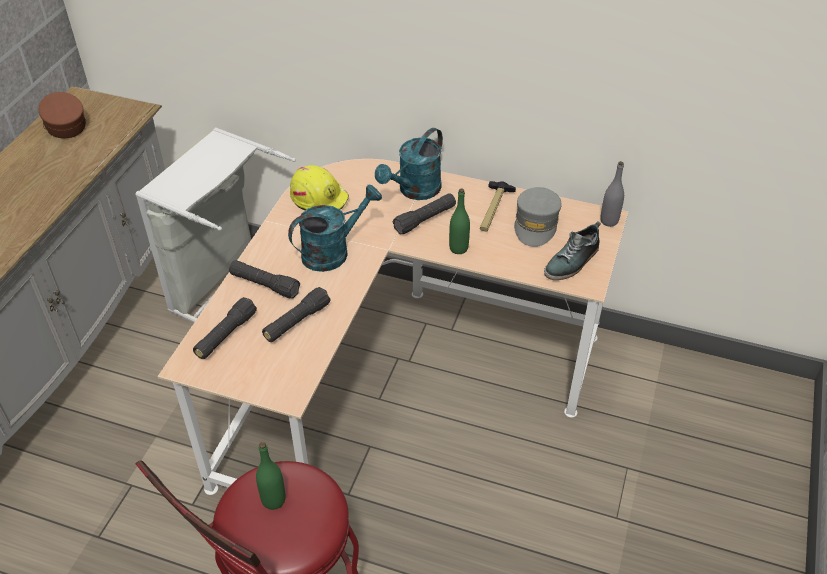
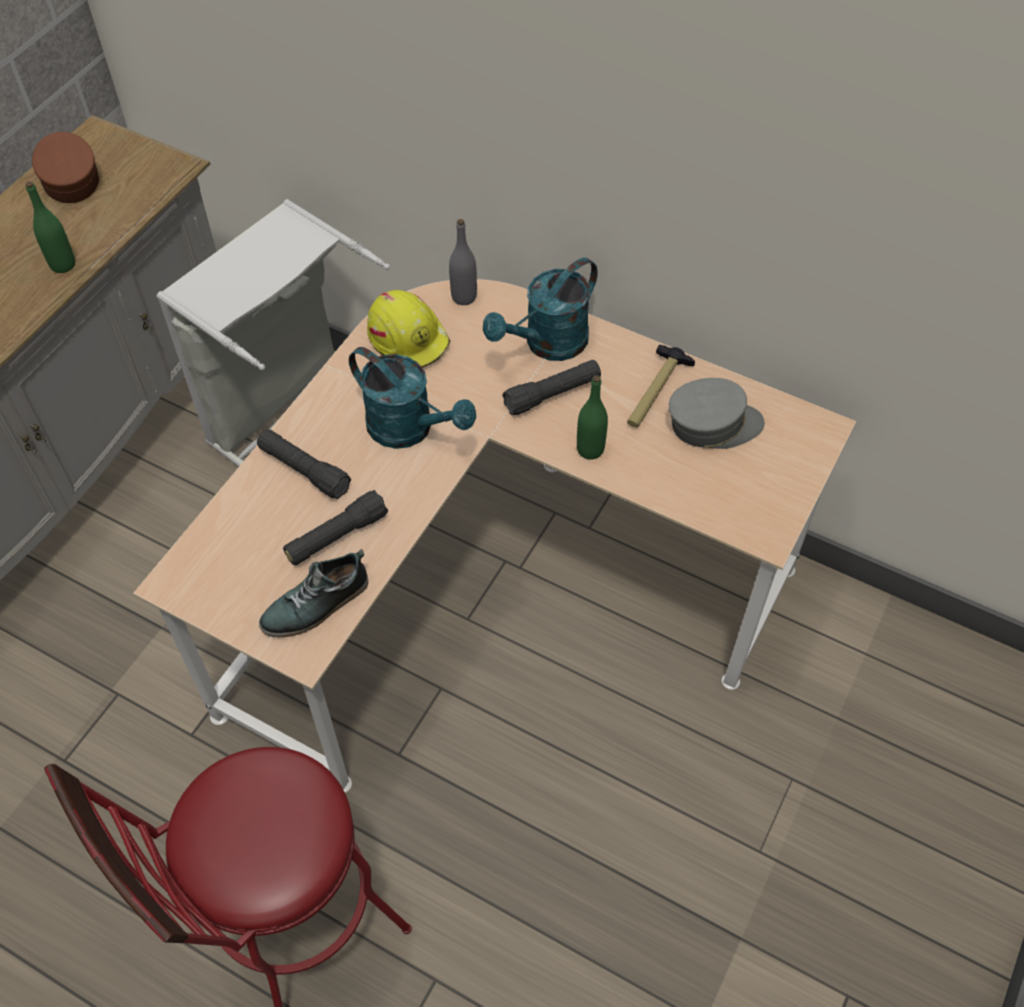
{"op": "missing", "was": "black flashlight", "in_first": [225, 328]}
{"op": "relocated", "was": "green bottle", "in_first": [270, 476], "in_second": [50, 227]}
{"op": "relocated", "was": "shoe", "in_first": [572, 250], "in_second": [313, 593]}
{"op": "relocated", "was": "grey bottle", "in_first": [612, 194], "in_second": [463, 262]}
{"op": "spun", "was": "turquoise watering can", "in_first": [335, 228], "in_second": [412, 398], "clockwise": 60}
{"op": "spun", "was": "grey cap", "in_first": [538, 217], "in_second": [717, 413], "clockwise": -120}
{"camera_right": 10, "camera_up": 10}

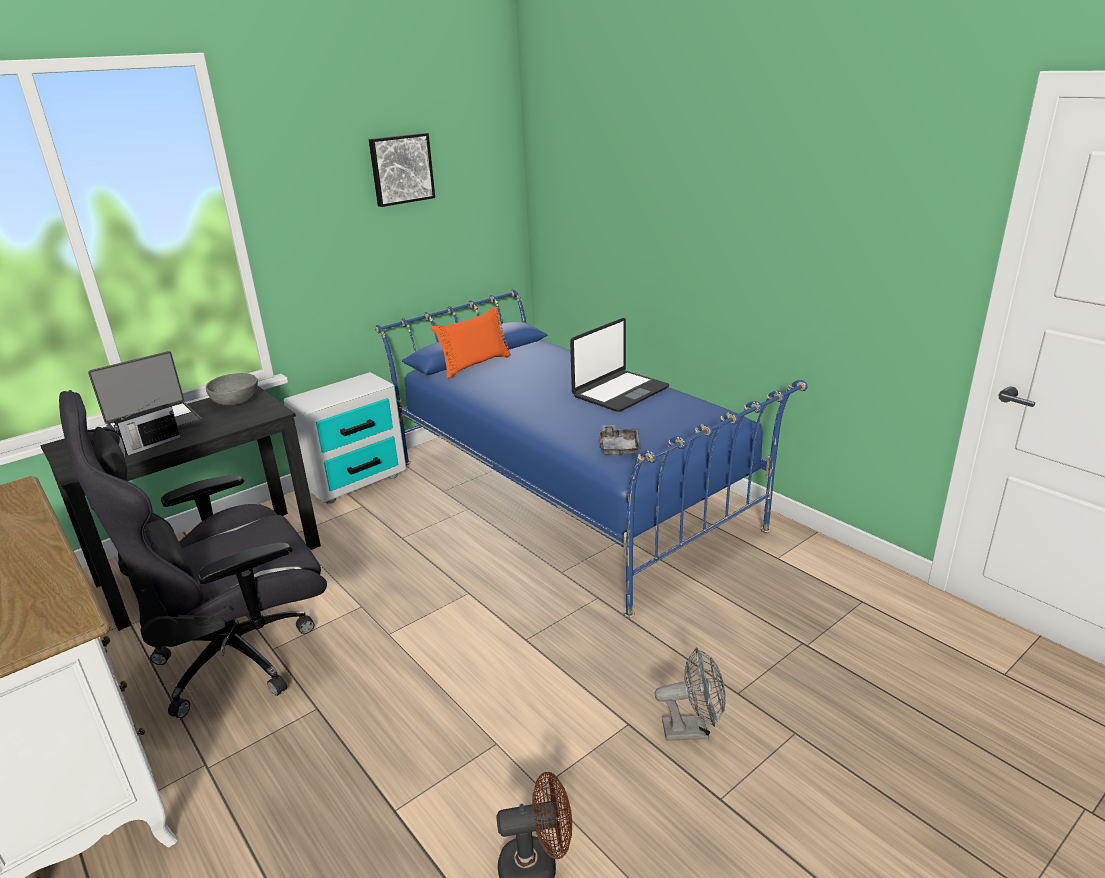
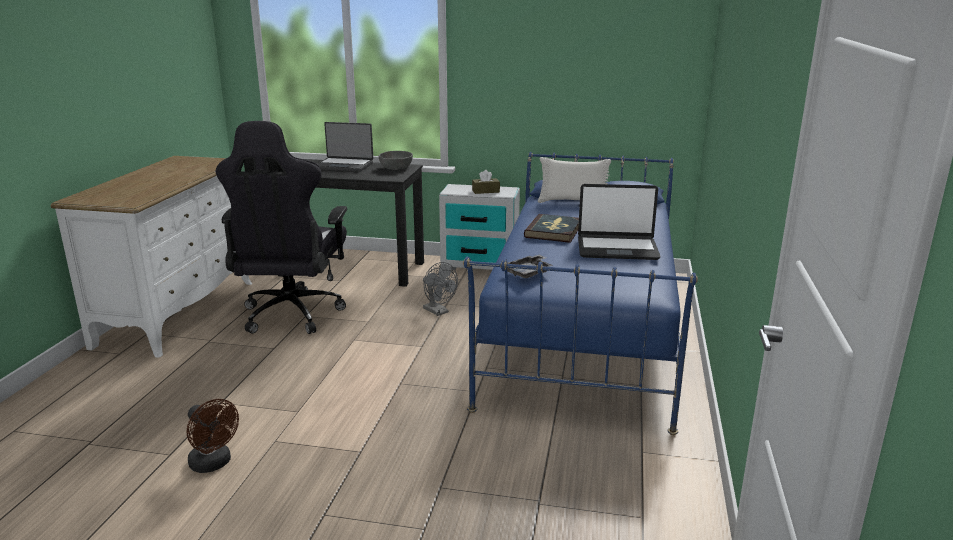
{"op": "missing", "was": "radio", "in_first": [147, 427]}
{"op": "missing", "was": "picture", "in_first": [402, 170]}
{"op": "appeared", "now": "brown tissue box", "in_second": [486, 182]}
{"op": "appeared", "now": "book", "in_second": [551, 228]}
{"op": "relocated", "was": "grey fan", "in_first": [690, 694], "in_second": [440, 289]}
{"op": "colour", "was": "orange pillow", "now": "white pillow", "in_first": [471, 343], "in_second": [574, 180]}
{"op": "spun", "was": "black office chair", "in_first": [193, 554], "in_second": [281, 227], "clockwise": -105}
{"camera_right": 50, "camera_up": -5}

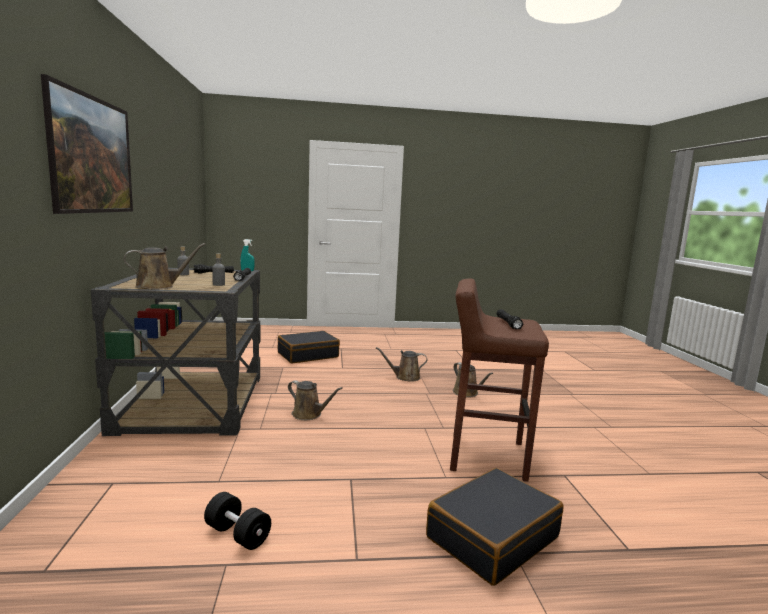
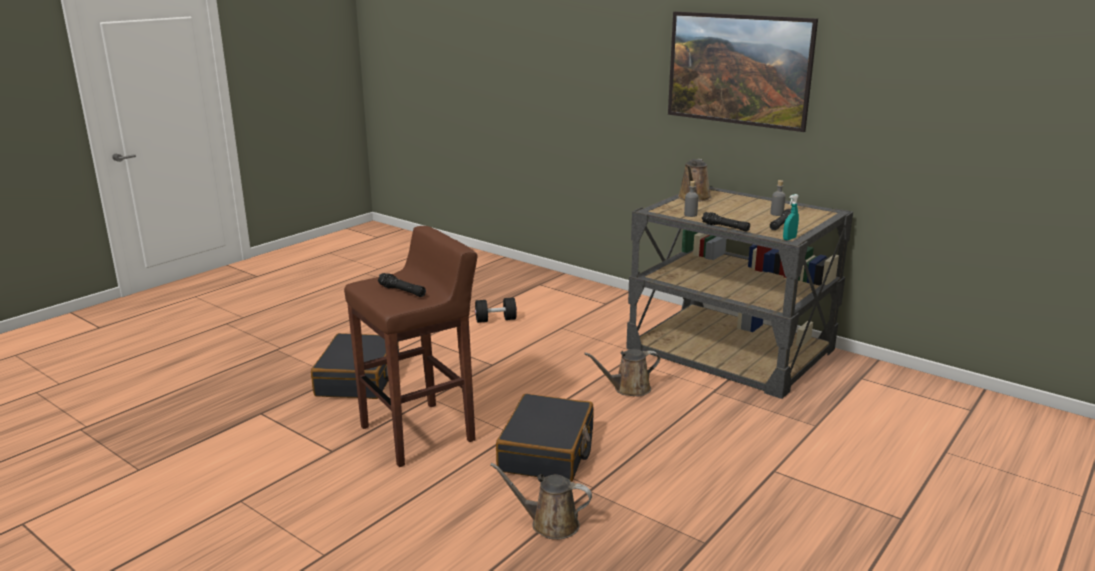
{"op": "missing", "was": "brown watering can", "in_first": [401, 364]}
{"op": "relocated", "was": "black suitcase", "in_first": [309, 347], "in_second": [545, 438]}
{"camera_right": 135, "camera_up": 10}

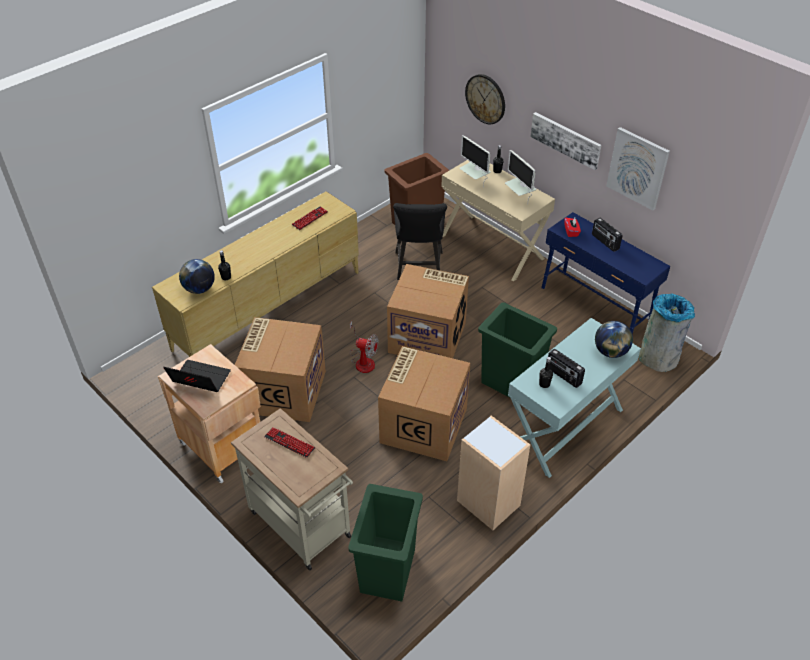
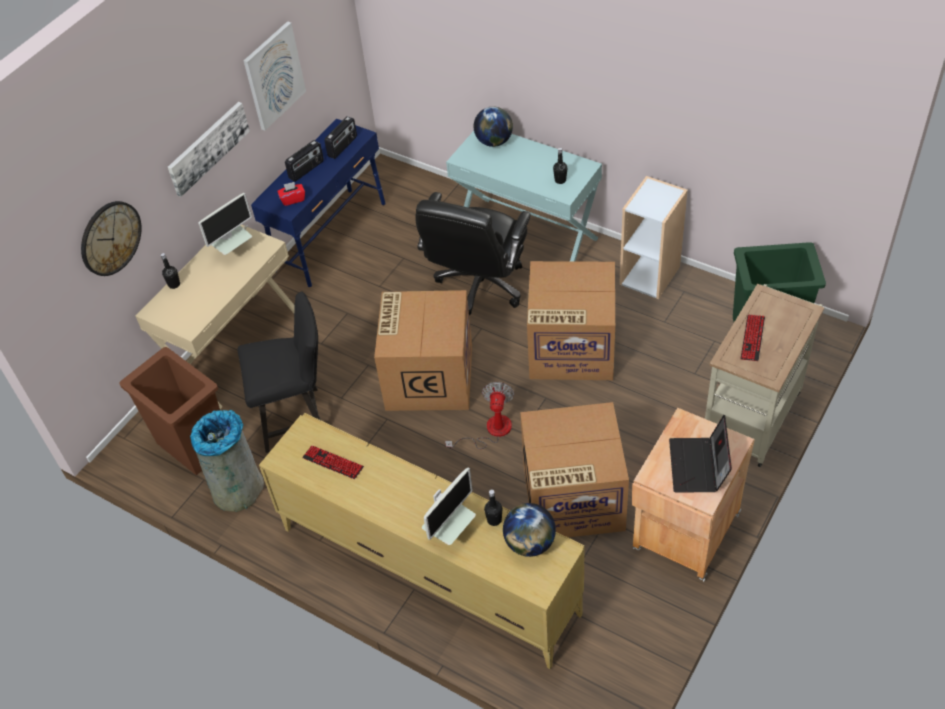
{"op": "relocated", "was": "monitor", "in_first": [475, 161], "in_second": [449, 506]}
{"op": "relocated", "was": "radio", "in_first": [566, 368], "in_second": [340, 137]}
{"op": "relocated", "was": "grey trash can", "in_first": [667, 332], "in_second": [227, 461]}
{"op": "exchanged", "was": "green trash can", "now": "black office chair", "in_first": [517, 349], "in_second": [473, 253]}
{"camera_right": -100, "camera_up": 5}

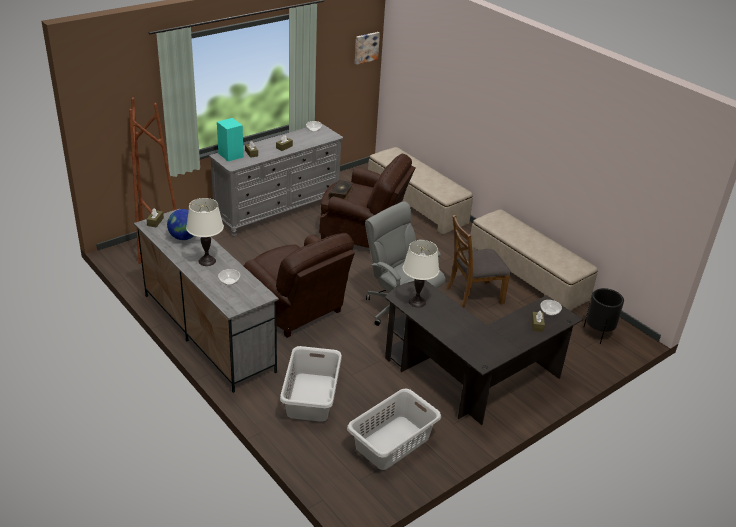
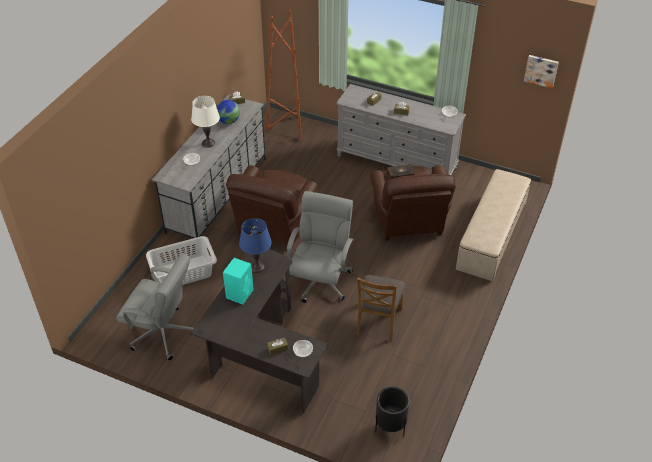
{"op": "missing", "was": "beige bench", "in_first": [534, 260]}
{"op": "relocated", "was": "turquoise speaker", "in_first": [230, 140], "in_second": [238, 281]}
{"op": "exchanged", "was": "grey laundry basket", "now": "grey office chair", "in_first": [394, 429], "in_second": [155, 307]}
{"op": "colour", "was": "white table lamp", "now": "blue table lamp", "in_first": [421, 274], "in_second": [255, 245]}
{"op": "spun", "was": "brown chair", "in_first": [478, 261], "in_second": [381, 308], "clockwise": -120}
{"camera_right": 65, "camera_up": 10}

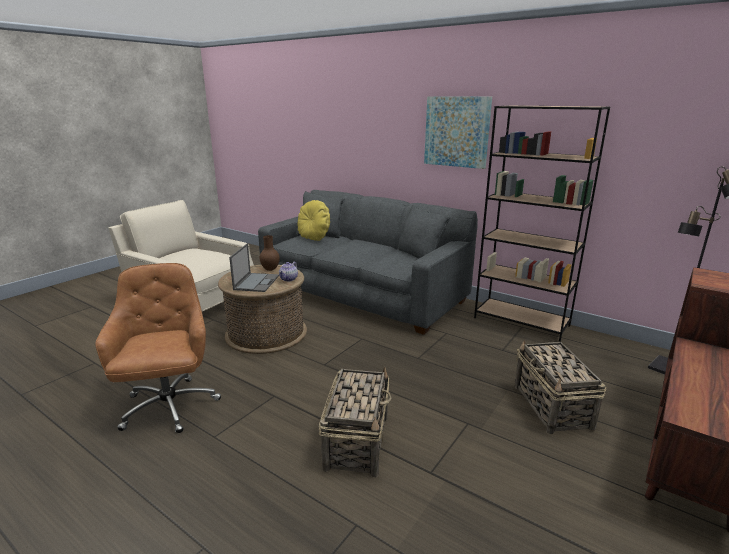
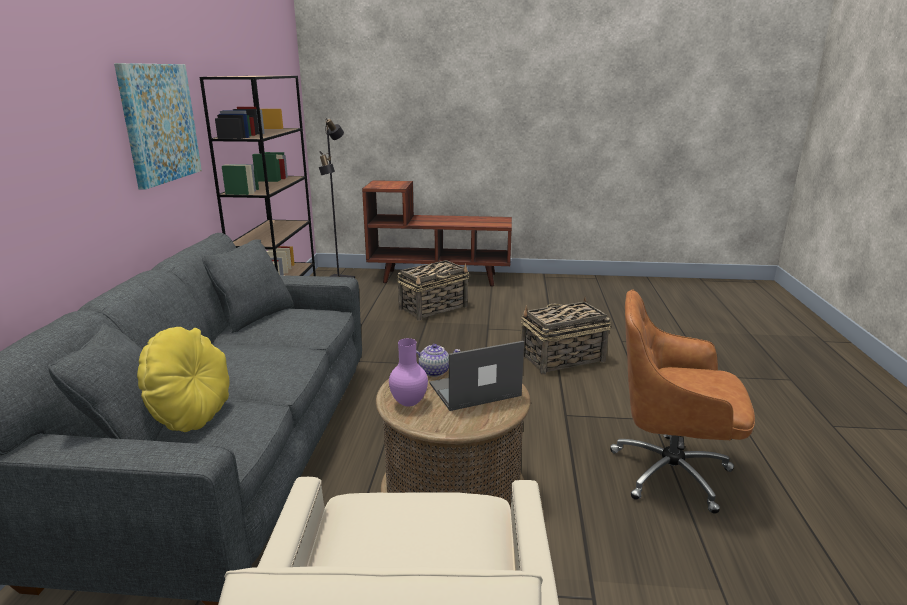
{"op": "colour", "was": "brown vase", "now": "purple vase", "in_first": [269, 253], "in_second": [408, 372]}
{"op": "spun", "was": "brown office chair", "in_first": [158, 348], "in_second": [682, 401], "clockwise": 60}
{"camera_right": -120, "camera_up": 0}

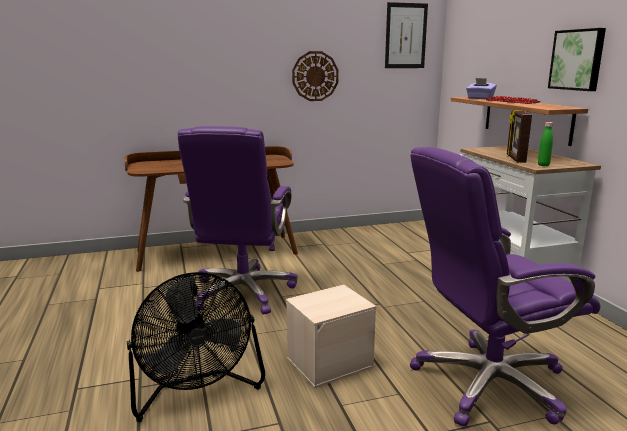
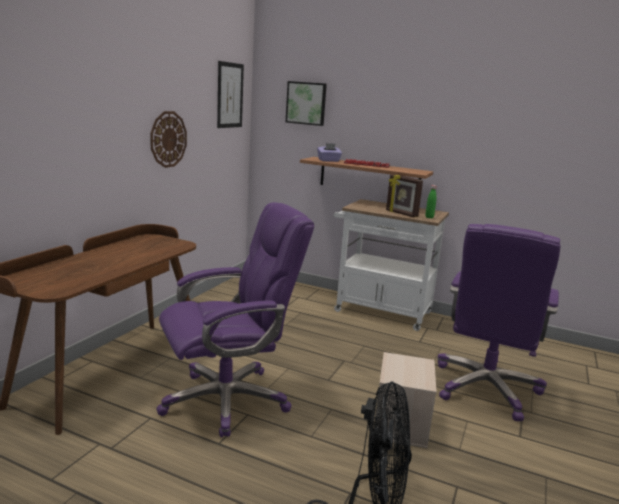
{"op": "relocated", "was": "picture", "in_first": [577, 59], "in_second": [306, 103]}
{"op": "spun", "was": "purple office chair", "in_first": [238, 220], "in_second": [235, 319], "clockwise": -75}
{"camera_right": -50, "camera_up": 0}

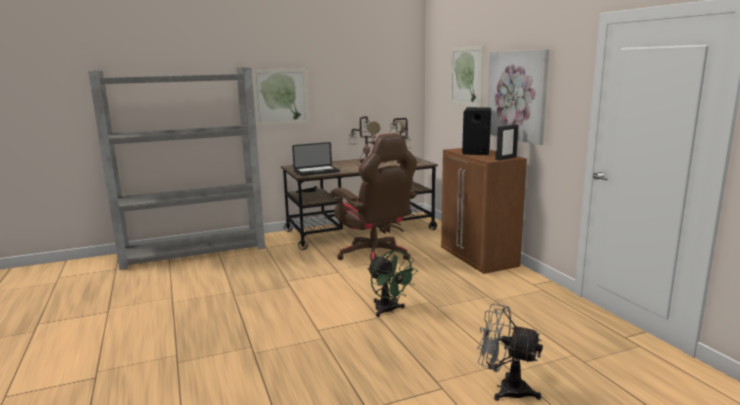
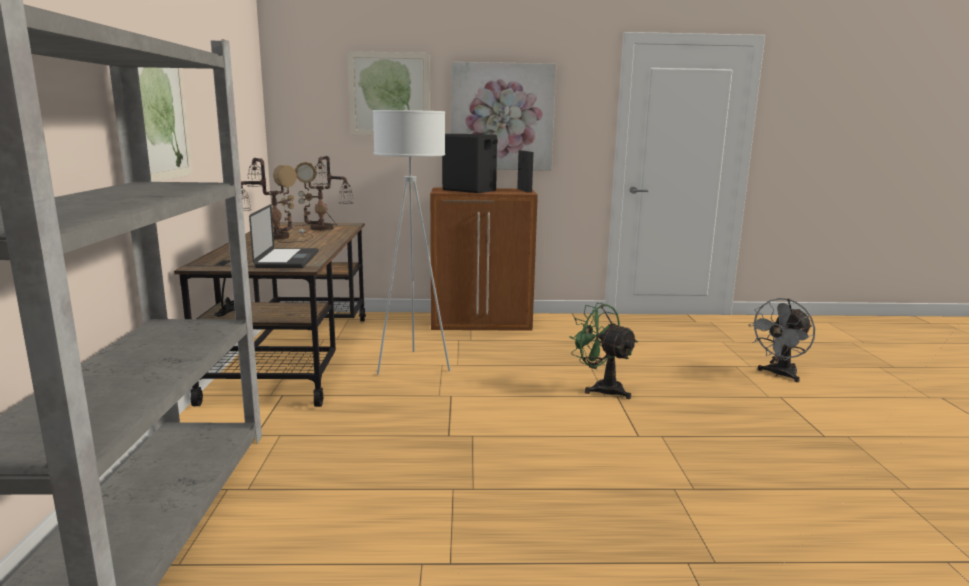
{"op": "exchanged", "was": "brown office chair", "now": "white floor lamp", "in_first": [373, 197], "in_second": [412, 242]}
{"op": "spun", "was": "green fan", "in_first": [393, 283], "in_second": [603, 351], "clockwise": -120}
{"camera_right": -70, "camera_up": 0}

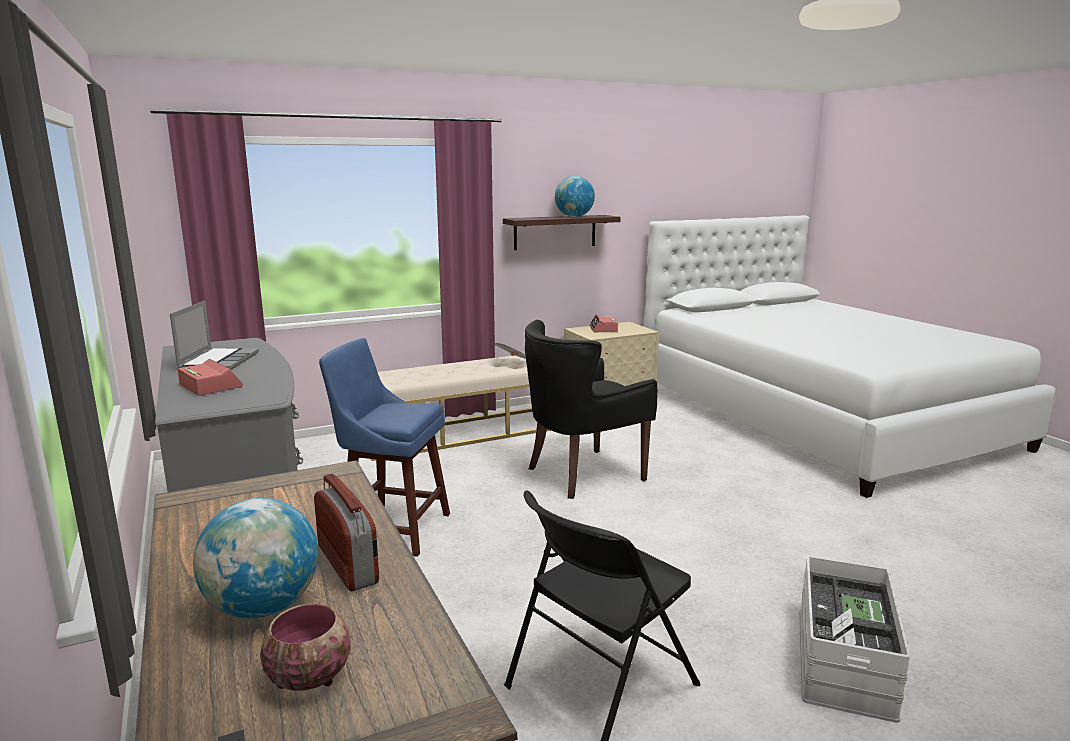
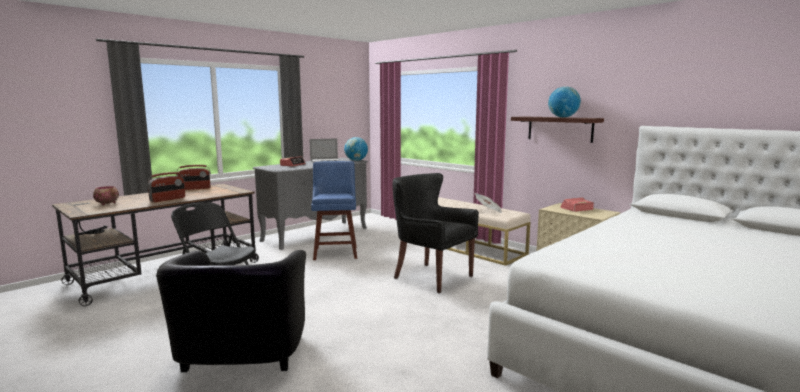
{"op": "appeared", "now": "radio", "in_second": [194, 177]}
{"op": "relocated", "was": "globe", "in_first": [255, 558], "in_second": [356, 149]}
{"op": "exchanged", "was": "white storage box", "now": "black armchair", "in_first": [854, 639], "in_second": [231, 311]}
{"camera_right": 70, "camera_up": -5}

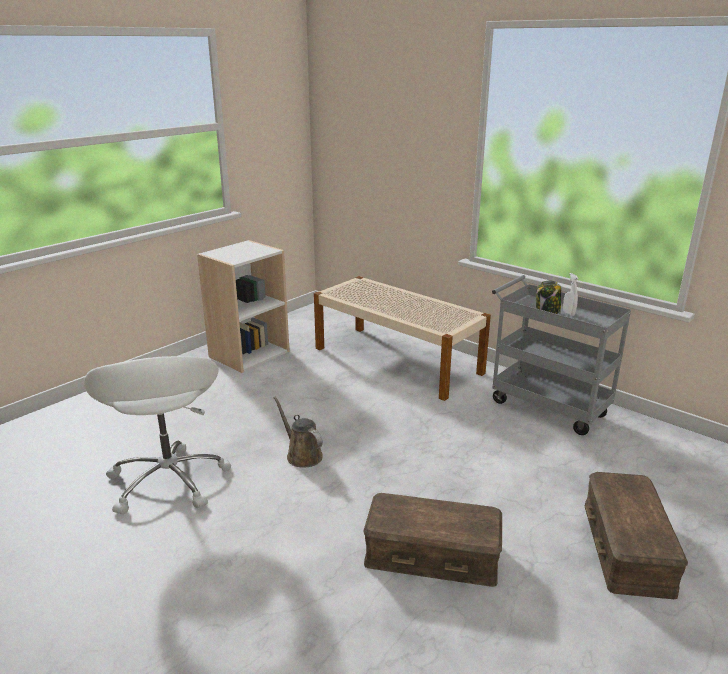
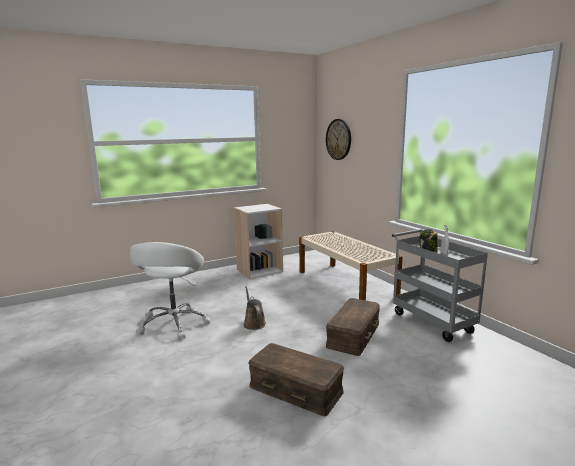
{"op": "appeared", "now": "wall clock", "in_second": [338, 139]}
{"op": "relocated", "was": "brown storage box", "in_first": [636, 535], "in_second": [353, 327]}
{"camera_right": 20, "camera_up": -10}

